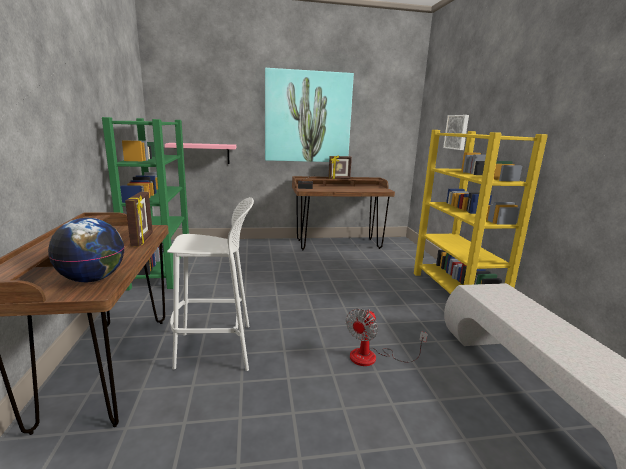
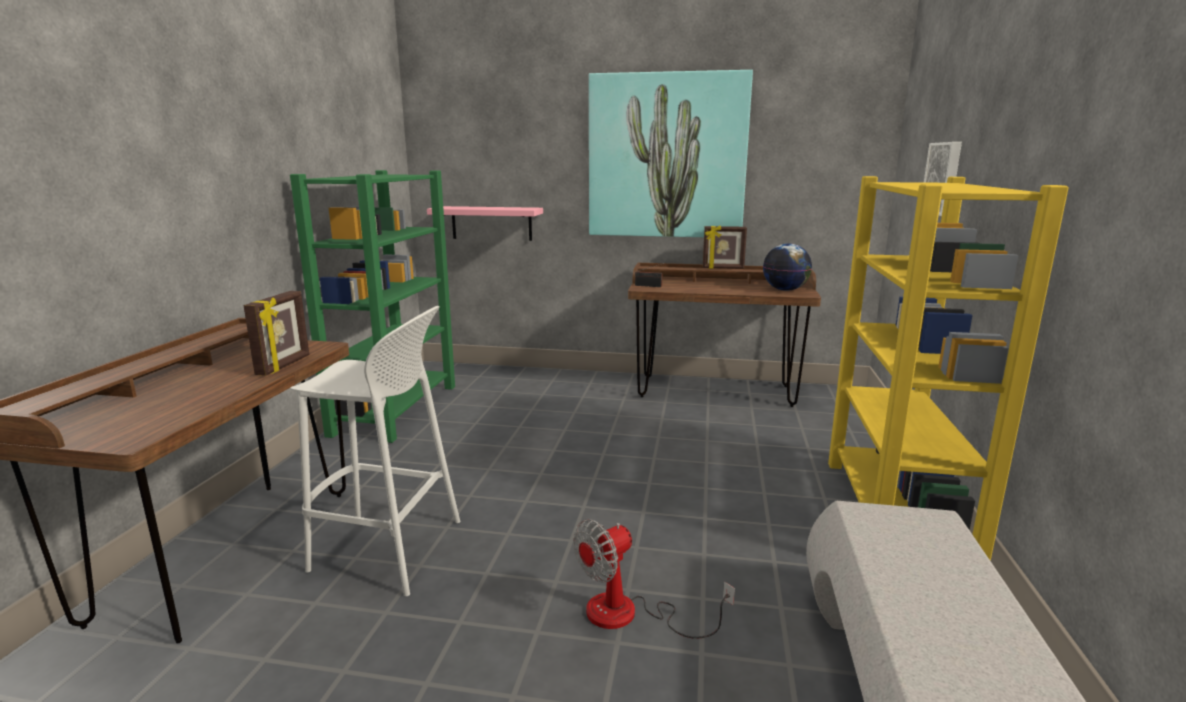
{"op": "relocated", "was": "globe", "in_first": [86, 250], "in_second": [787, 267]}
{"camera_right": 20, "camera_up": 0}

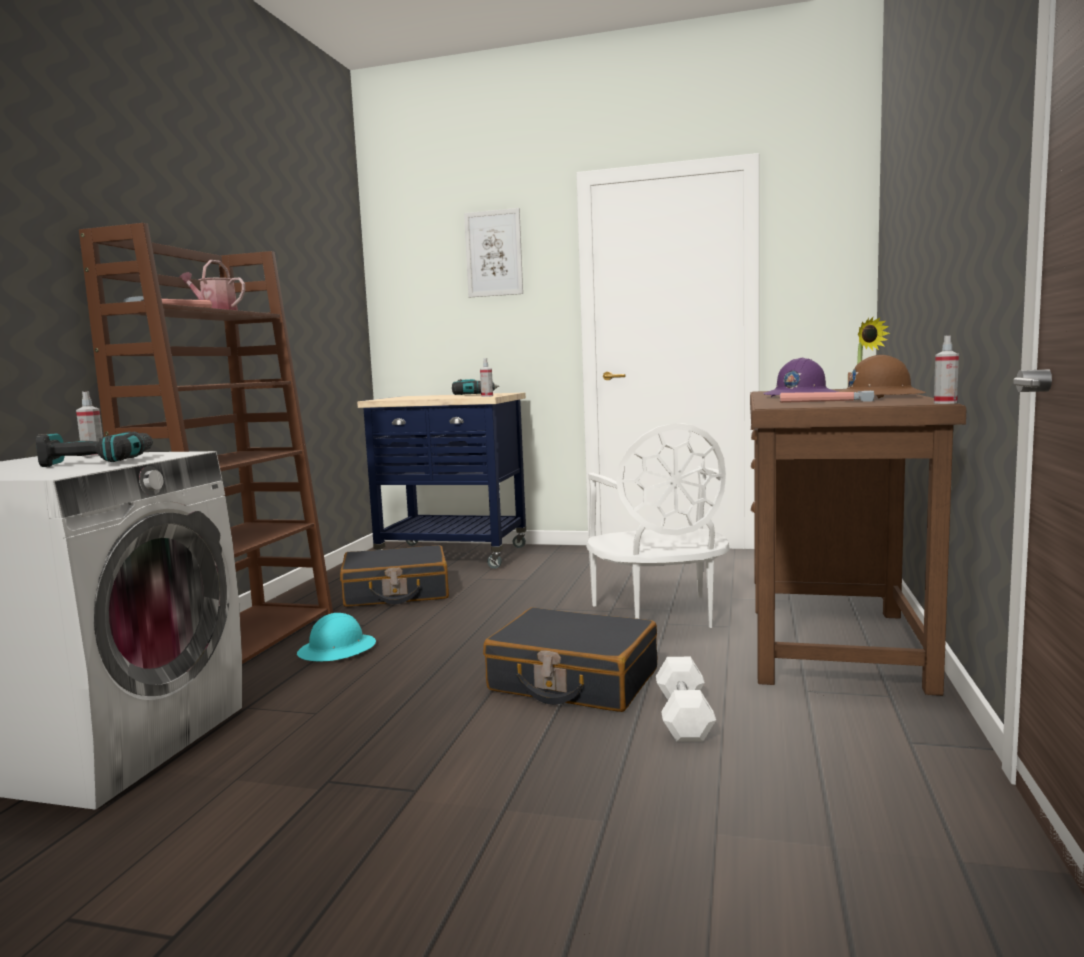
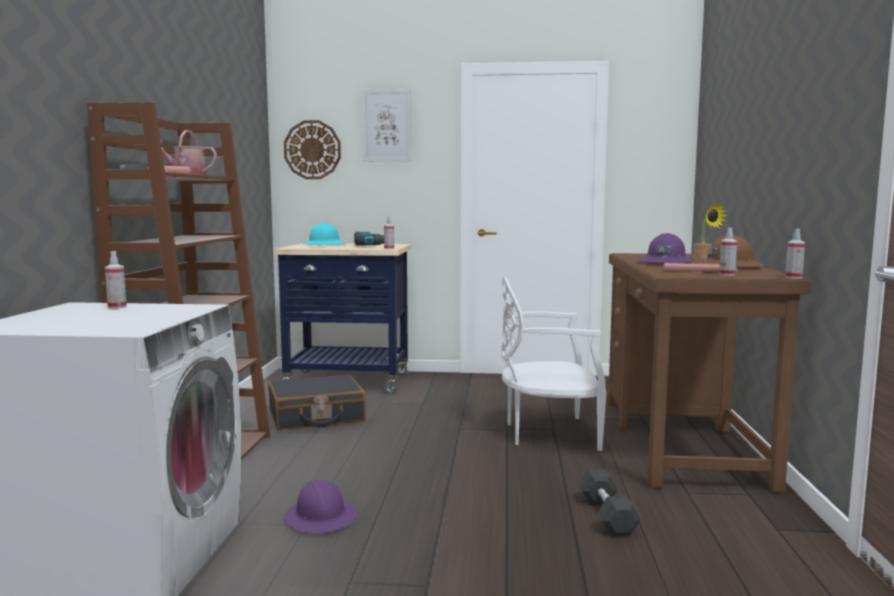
{"op": "missing", "was": "power drill", "in_first": [94, 449]}
{"op": "missing", "was": "black suitcase", "in_first": [570, 659]}
{"op": "appeared", "now": "wall clock", "in_second": [312, 149]}
{"op": "appeared", "now": "purple hard hat", "in_second": [320, 506]}
{"op": "appeared", "now": "spray bottle", "in_second": [728, 252]}
{"op": "relocated", "was": "turquoise hard hat", "in_first": [336, 637], "in_second": [324, 234]}
{"op": "colour", "was": "white dumbbell", "now": "black dumbbell", "in_first": [686, 699], "in_second": [609, 502]}
{"op": "spun", "was": "white chair", "in_first": [658, 525], "in_second": [553, 364], "clockwise": 105}
{"camera_right": -10, "camera_up": 0}

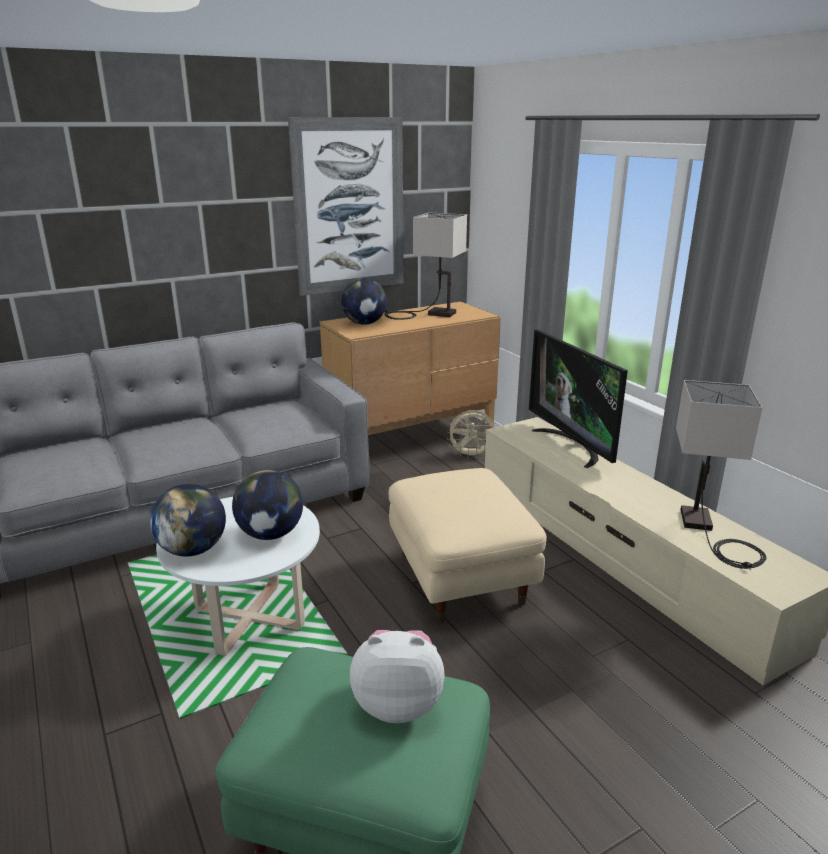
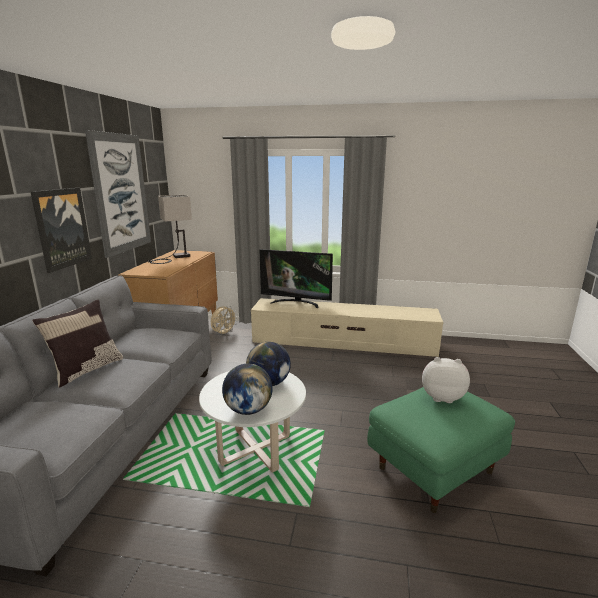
{"op": "missing", "was": "globe", "in_first": [364, 301]}
{"op": "missing", "was": "beige ottoman", "in_first": [468, 545]}
{"op": "missing", "was": "table lamp", "in_first": [721, 475]}
{"op": "appeared", "now": "picture", "in_second": [61, 230]}
{"op": "appeared", "now": "pillow", "in_second": [77, 344]}
{"op": "spun", "was": "plush toy", "in_first": [397, 676], "in_second": [446, 380], "clockwise": 60}
{"camera_right": -50, "camera_up": -5}

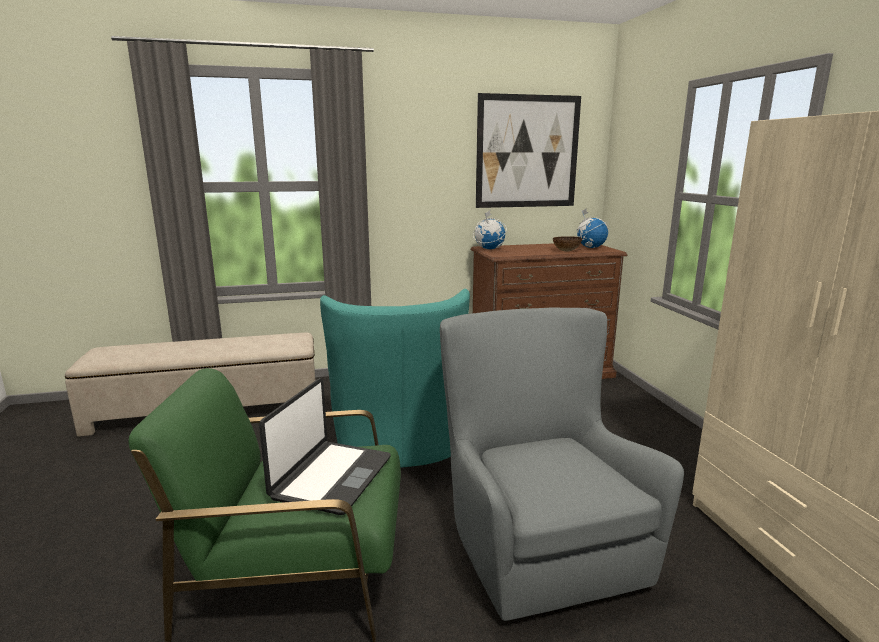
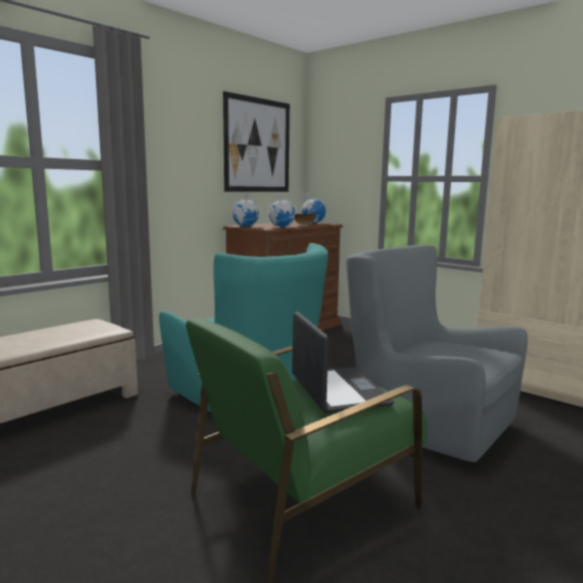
{"op": "appeared", "now": "globe", "in_second": [281, 209]}
{"camera_right": -35, "camera_up": -5}

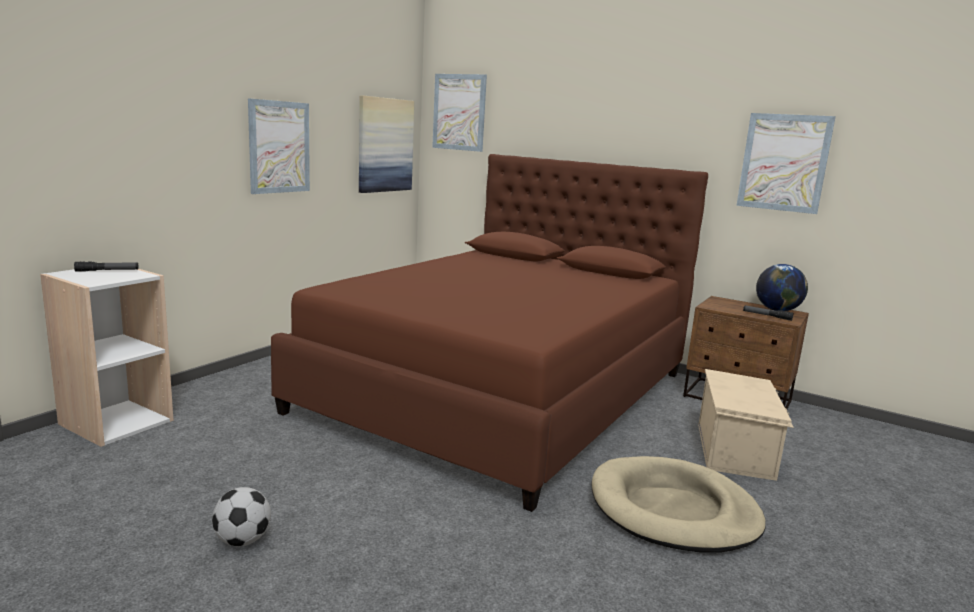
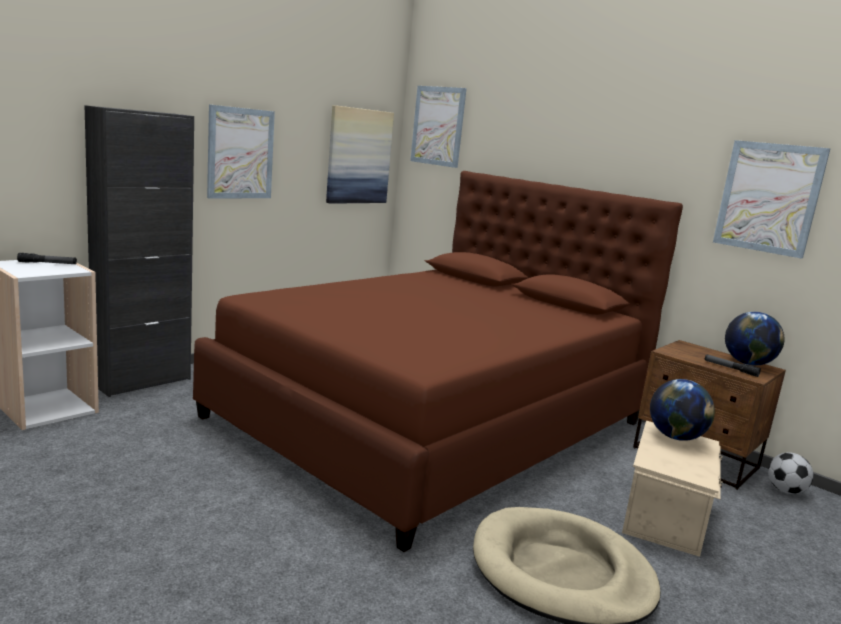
{"op": "appeared", "now": "black cabinet", "in_second": [139, 251]}
{"op": "appeared", "now": "globe", "in_second": [682, 410]}
{"op": "relocated", "was": "football", "in_first": [241, 516], "in_second": [791, 473]}
{"camera_right": 10, "camera_up": 0}

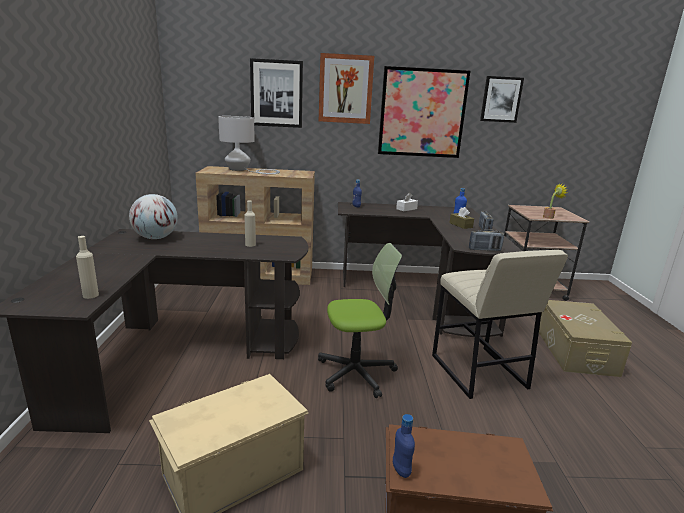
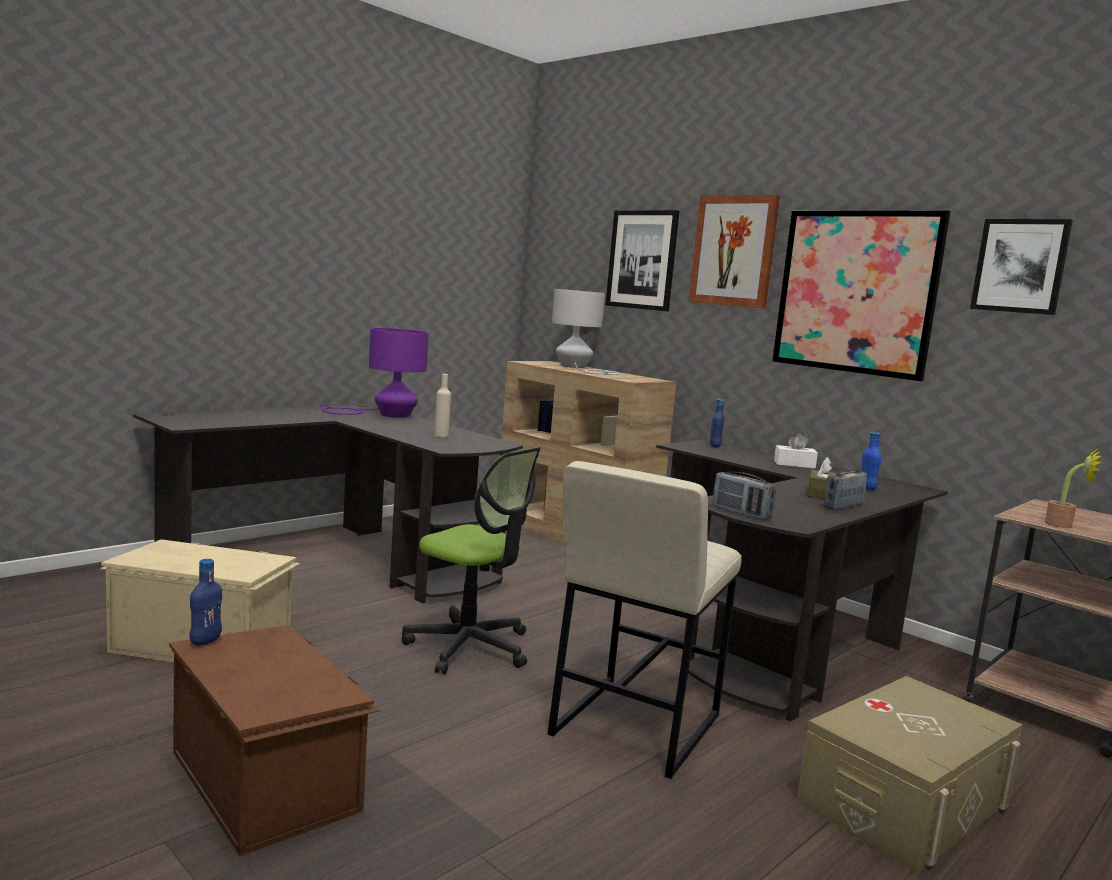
{"op": "missing", "was": "beige bottle", "in_first": [87, 267]}
{"op": "exchanged", "was": "globe", "now": "purple table lamp", "in_first": [153, 216], "in_second": [374, 373]}
{"camera_right": 45, "camera_up": -10}

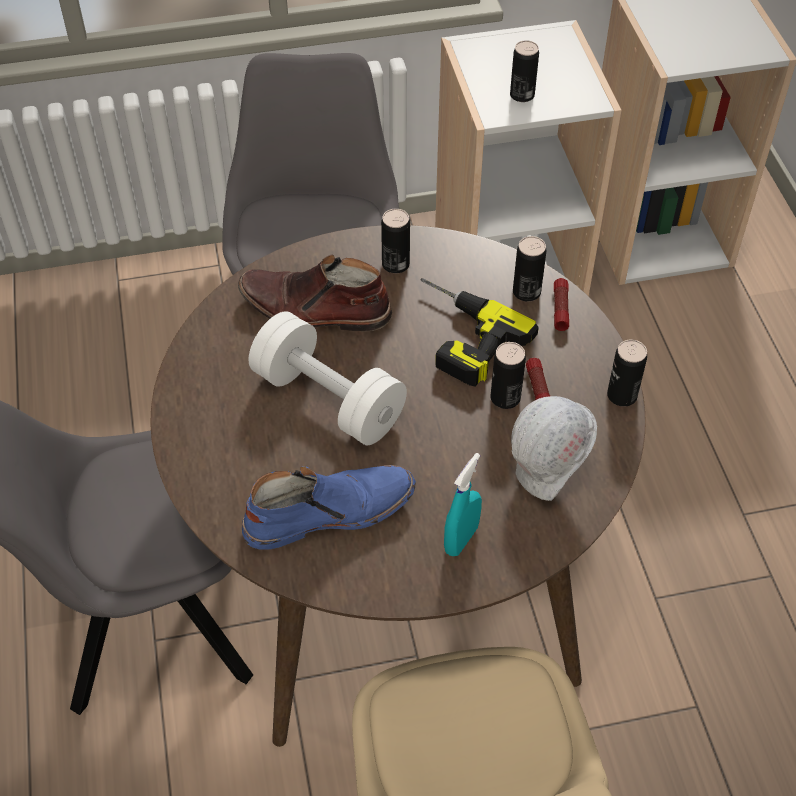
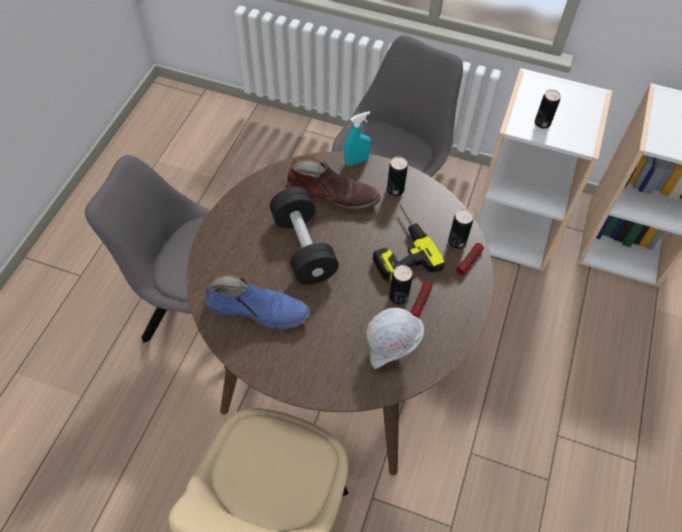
{"op": "missing", "was": "can", "in_first": [627, 373]}
{"op": "relocated", "was": "turquoise spray bottle", "in_first": [463, 504], "in_second": [357, 138]}
{"op": "colour", "was": "white dumbbell", "now": "black dumbbell", "in_first": [328, 378], "in_second": [304, 236]}
{"op": "spun", "was": "brown boot", "in_first": [315, 292], "in_second": [333, 183], "clockwise": 150}
{"camera_right": 30, "camera_up": 5}

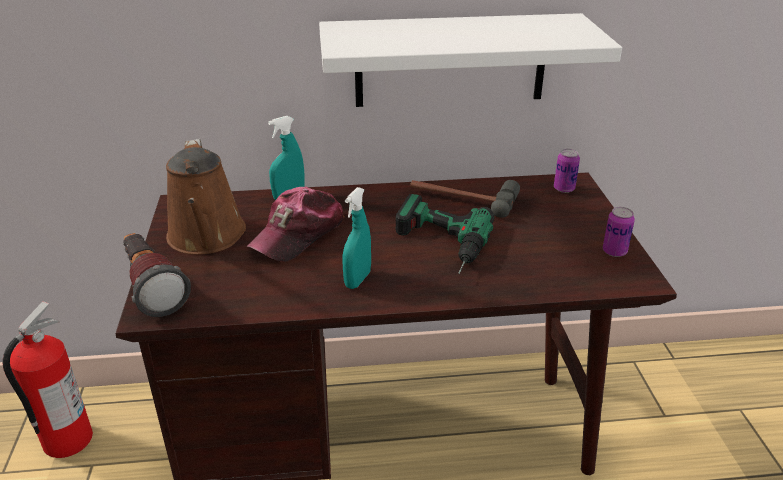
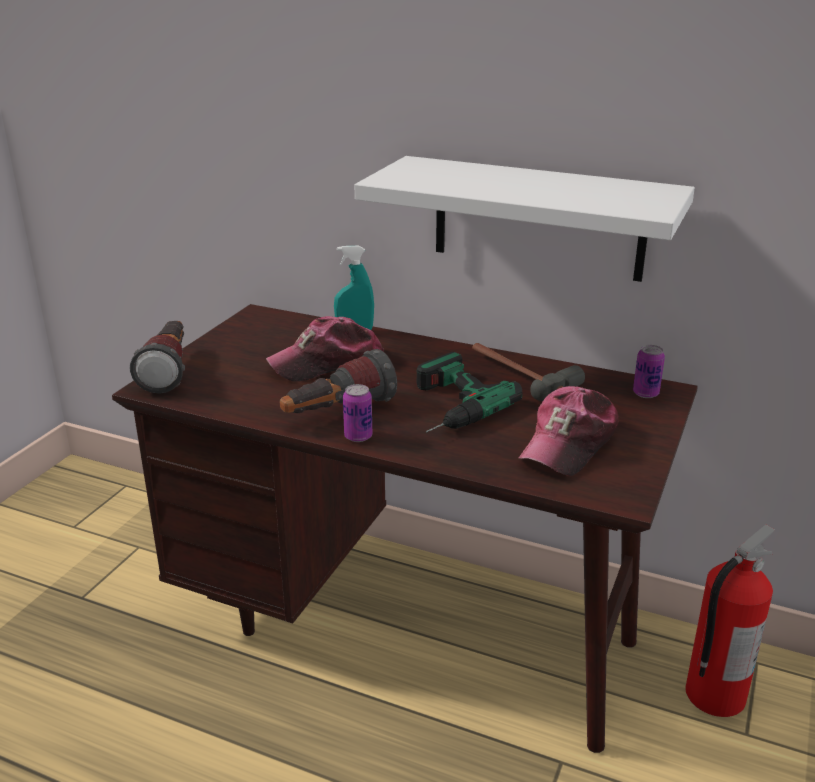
{"op": "missing", "was": "brown watering can", "in_first": [206, 197]}
{"op": "appeared", "now": "cap", "in_second": [569, 431]}
{"op": "relocated", "was": "fire extinguisher", "in_first": [48, 379], "in_second": [730, 621]}
{"op": "relocated", "was": "can", "in_first": [619, 232], "in_second": [357, 413]}
{"op": "exchanged", "was": "turquoise spray bottle", "now": "flashlight", "in_first": [357, 238], "in_second": [338, 381]}
{"camera_right": 30, "camera_up": -5}

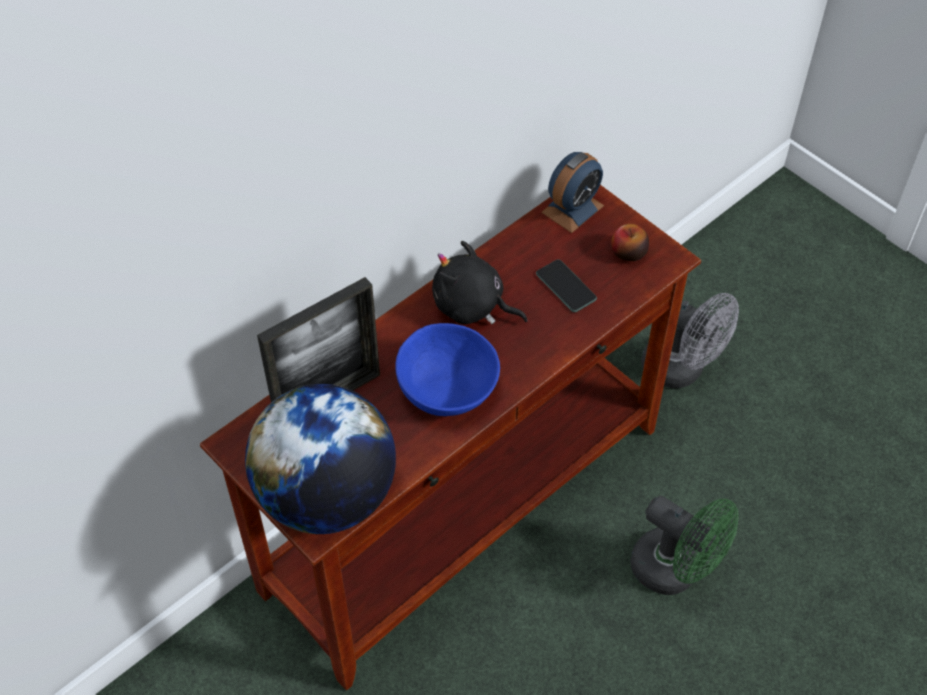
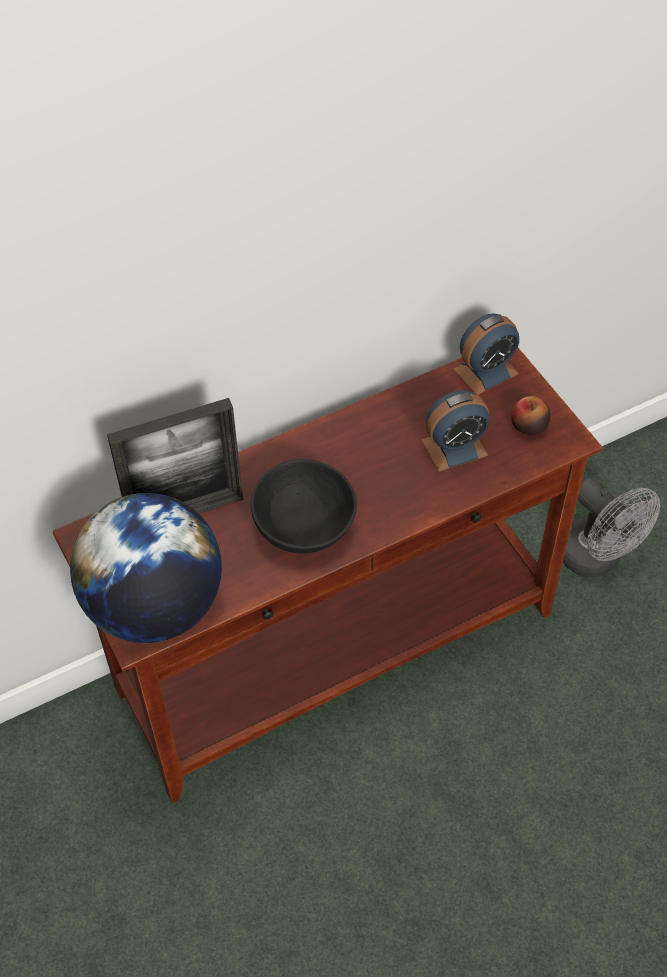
{"op": "missing", "was": "black plush toy", "in_first": [480, 282]}
{"op": "missing", "was": "green fan", "in_first": [684, 545]}
{"op": "exchanged", "was": "phone", "now": "alarm clock", "in_first": [566, 286], "in_second": [455, 431]}
{"op": "colour", "was": "blue bowl", "now": "black bowl", "in_first": [447, 369], "in_second": [304, 506]}
{"camera_right": 15, "camera_up": 0}

